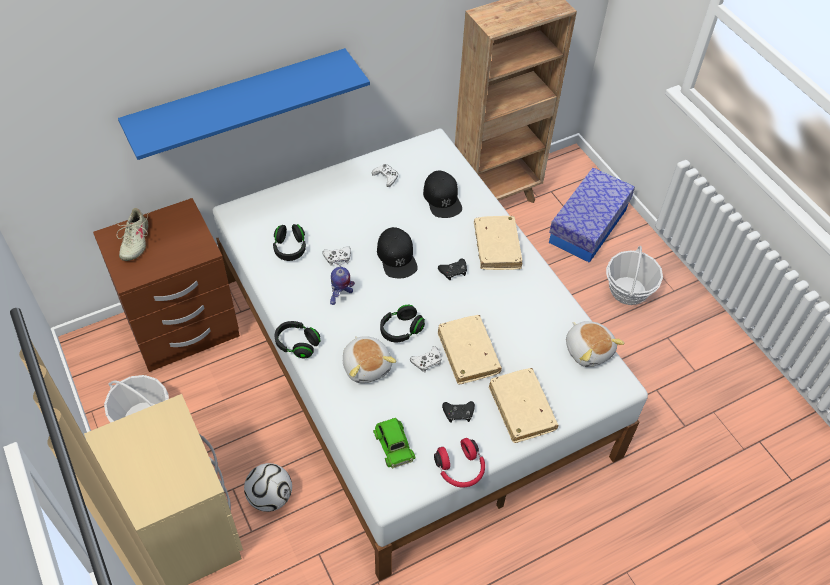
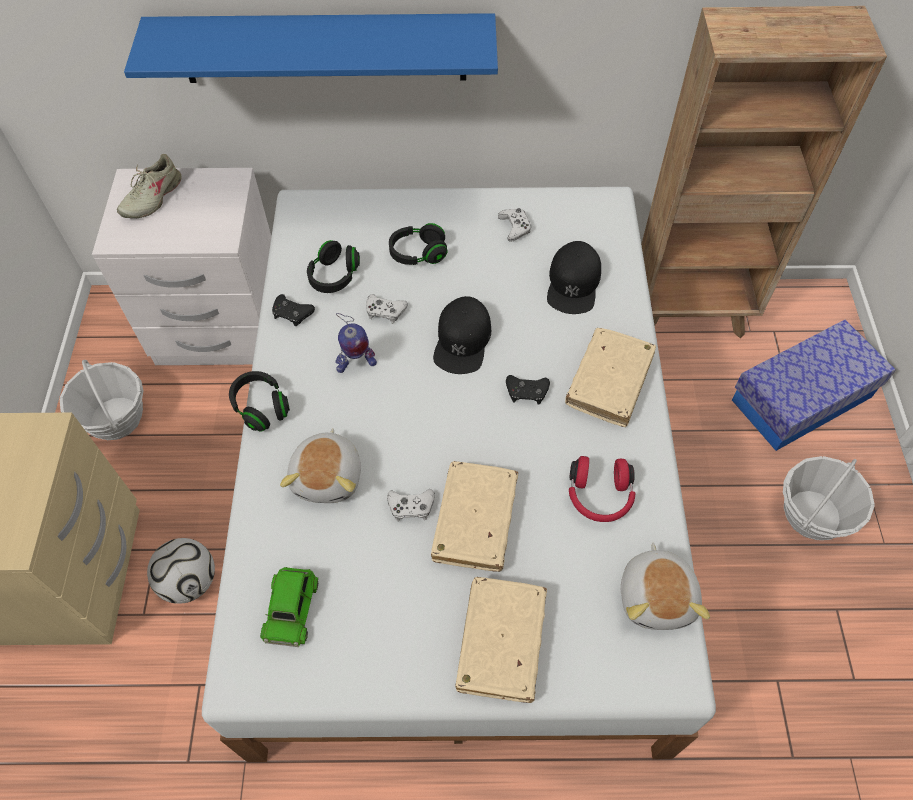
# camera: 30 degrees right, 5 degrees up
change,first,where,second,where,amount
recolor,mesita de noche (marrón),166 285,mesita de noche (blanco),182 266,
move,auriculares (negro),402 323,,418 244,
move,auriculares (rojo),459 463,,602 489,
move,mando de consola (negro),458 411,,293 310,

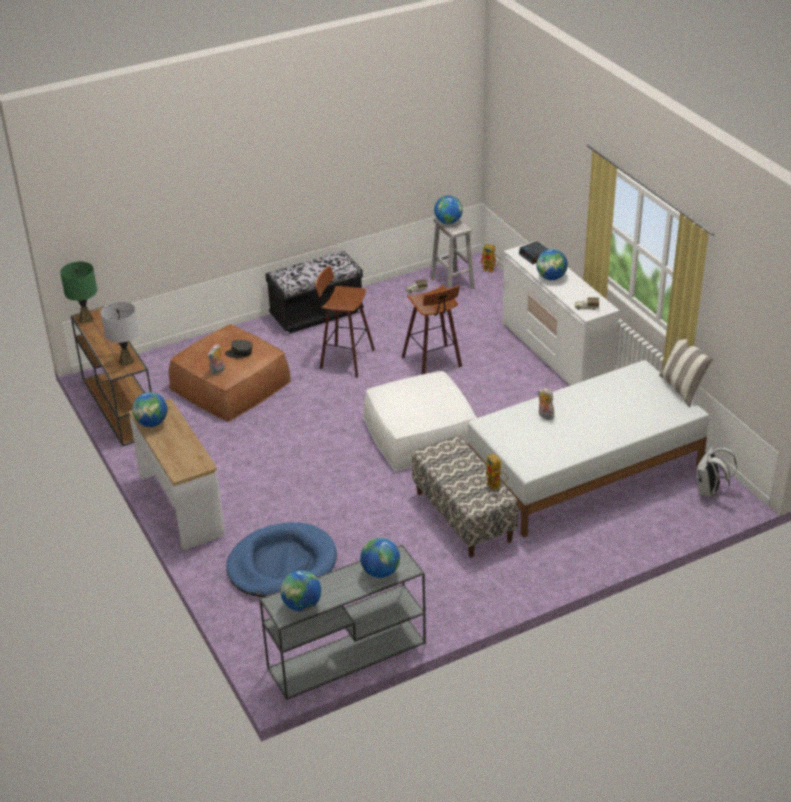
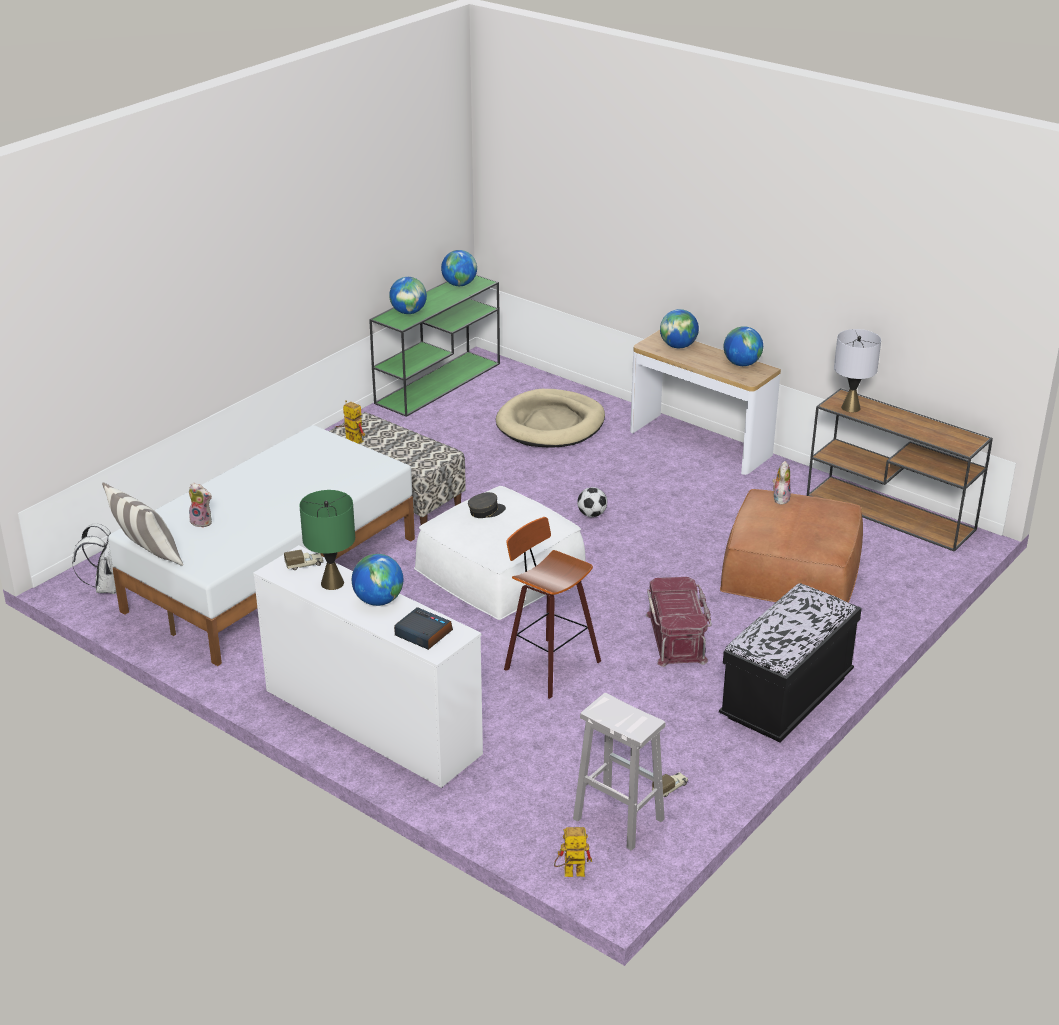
# camera: 155 degrees right, 5 degrees down
change,first,where,second,where,amount
move,lámpara de mesa (verde),78 292,,327 540,
move,gorra (gris),239 349,,487 505,
recolor,cama para perro (azul),281 560,cama para perro (beis),550 418,
recolor,mesa consola (gris),342 622,mesa consola (verde),434 346,
replace,taburete,345 322,caja de almacenaje (rojo),678 622,
move,globo terráqueo,448 209,,679 328,
move,peluche,545 404,,200 505,
insert,,,balón de fútbol,592 502,

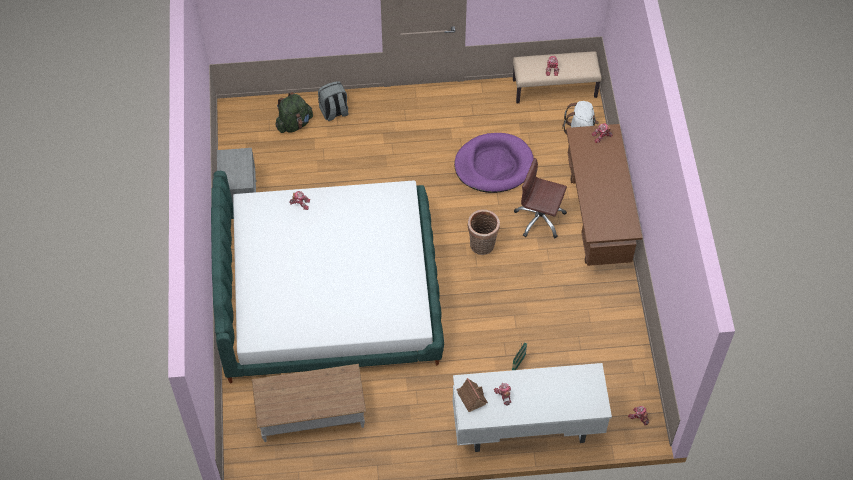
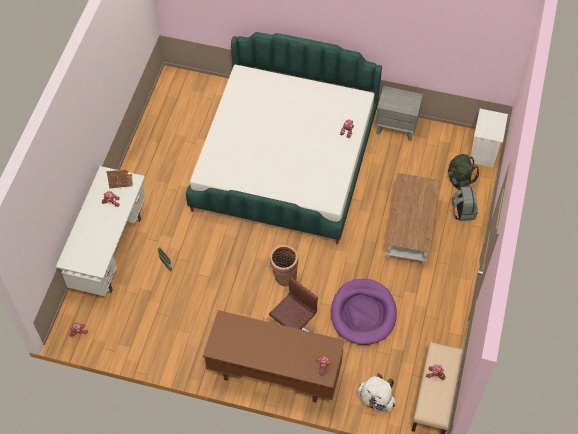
# camera: 110 degrees right, 0 degrees up
change,first,where,second,where,amount
move,mesa de centro (marrón),309 403,,413 220,
insert,,,mesita de noche (blanco),489 138,

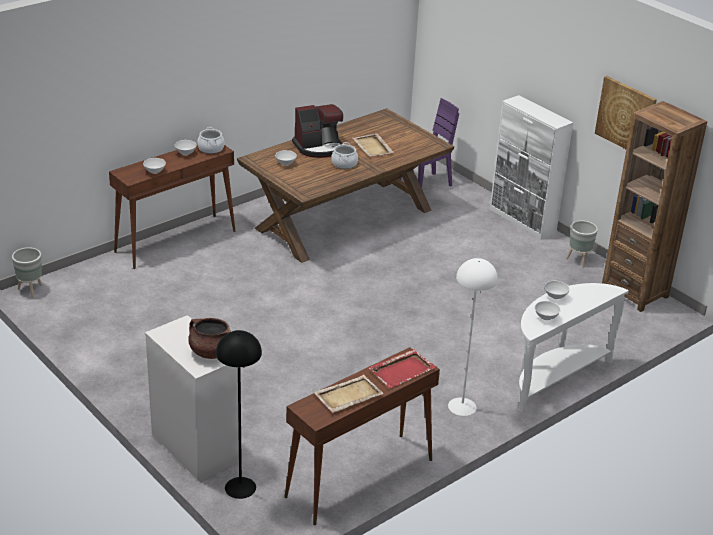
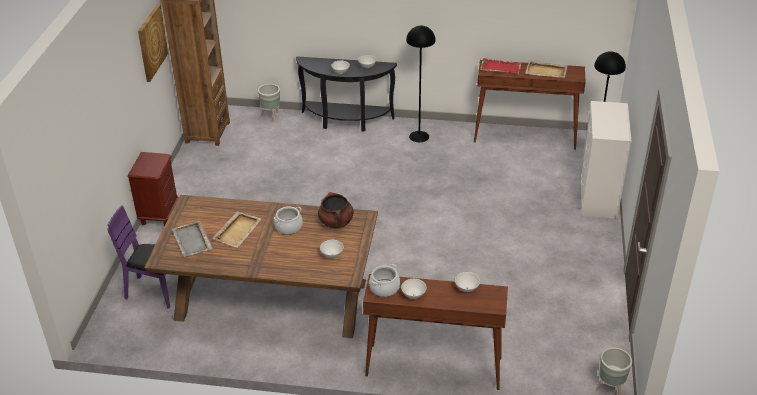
# camera: 130 degrees left, 5 degrees up
change,first,where,second,where,amount
move,olla (marrón),209 338,,336 210,
delete,cafetera,317 131,,,
recolor,lámpara de pie (blanco),473 337,lámpara de pie (negro),421 84,
replace,armario (blanco),531 167,mesita de noche (marrón),153 189,
recolor,mesa consola (blanco),573 347,mesa consola (negro),346 94,
move,maceta (gris),582 244,,269 103,
insert,,,bandeja (gris),192 238,

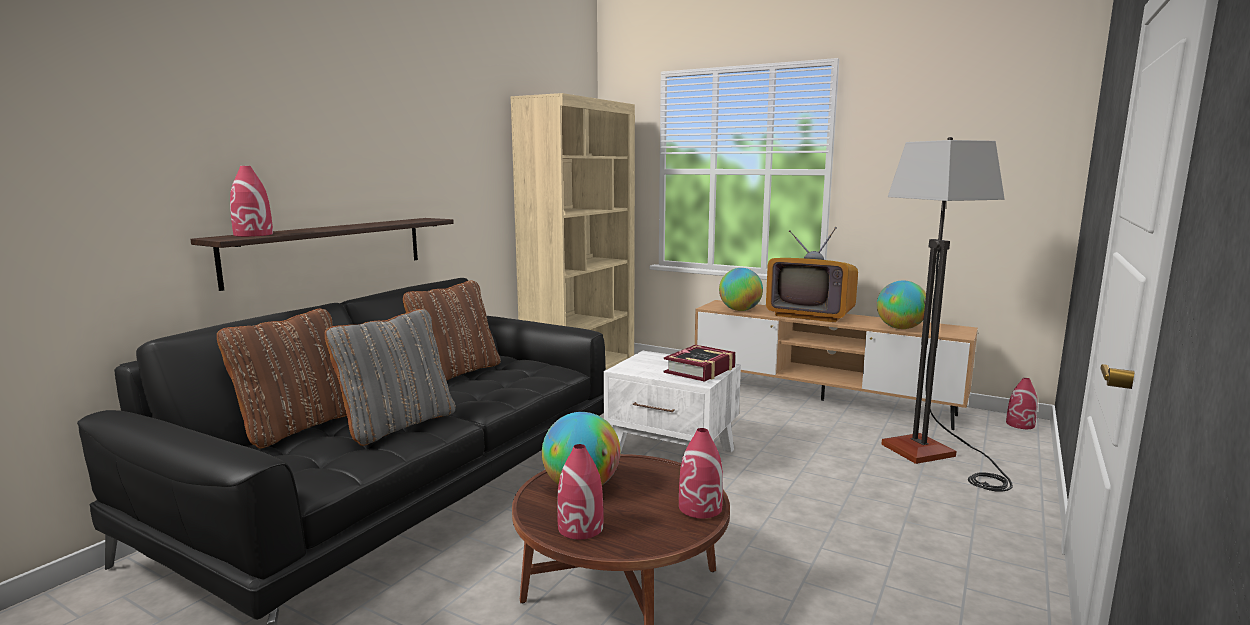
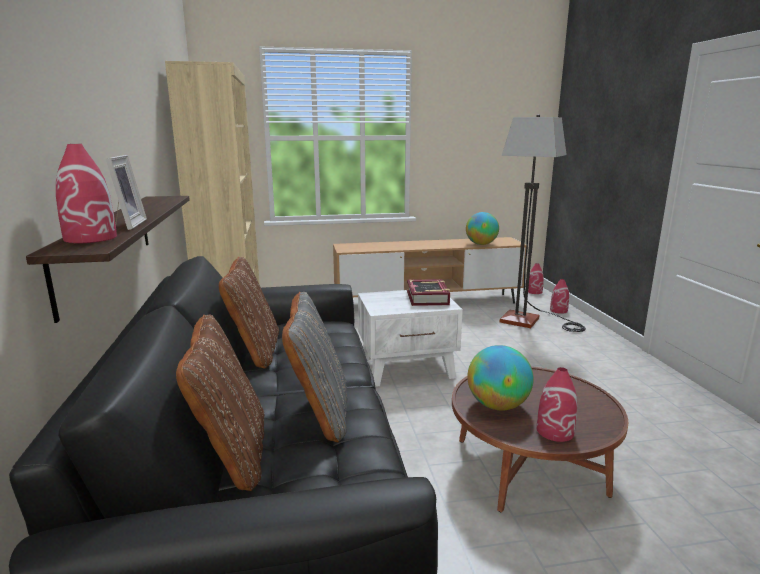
# camera: 40 degrees left, 5 degrees up
change,first,where,second,where,amount
move,florero (rojo),701 473,,559 296,
delete,globo terráqueo,741 289,,,
delete,televisor,812 274,,,
insert,,,portarretratos,126 192,

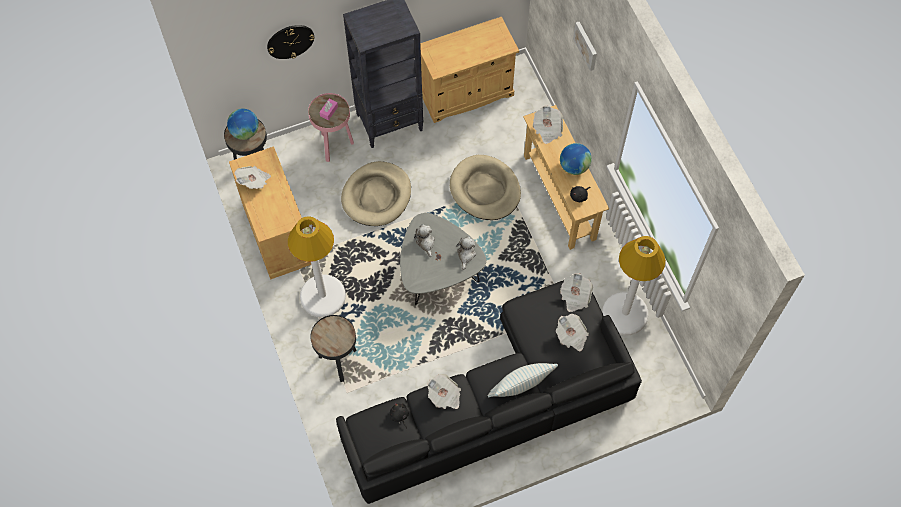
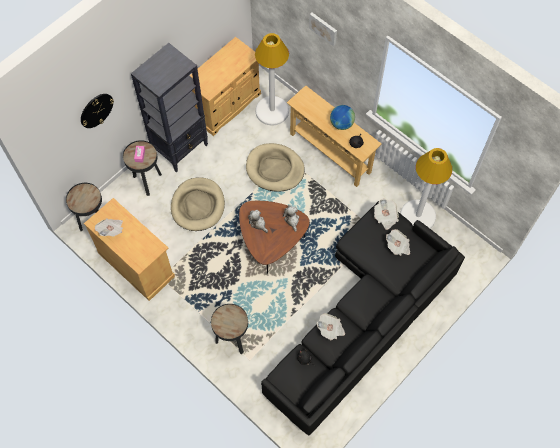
# camera: 25 degrees left, 0 degrees up
change,first,where,second,where,amount
delete,globo terráqueo,243 124,,,
move,lámpara de pie (blanco),317 266,,272 79,
recolor,mesa auxiliar (rosa),331 127,mesa auxiliar (negro),142 168,
recolor,mesa de centro (gris),443 259,mesa de centro (marrón),274 237,
delete,cojín,522 380,,,
delete,periódico,548 124,,,

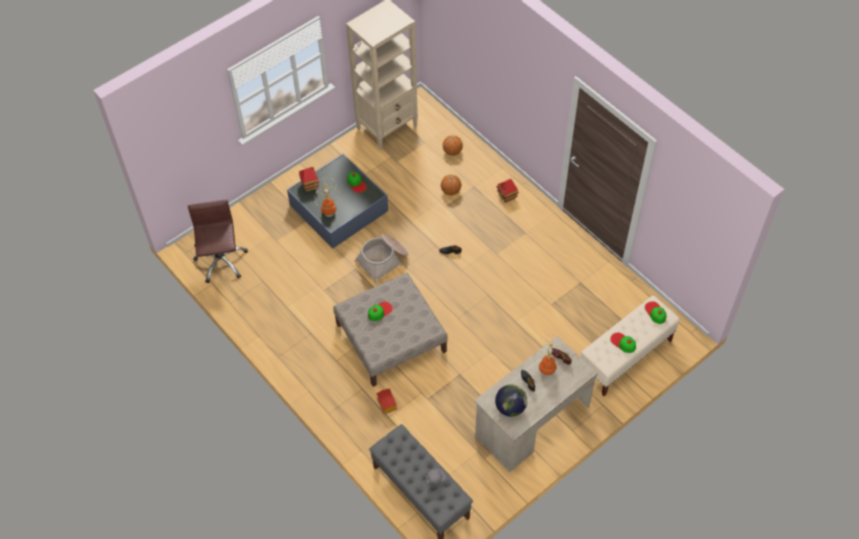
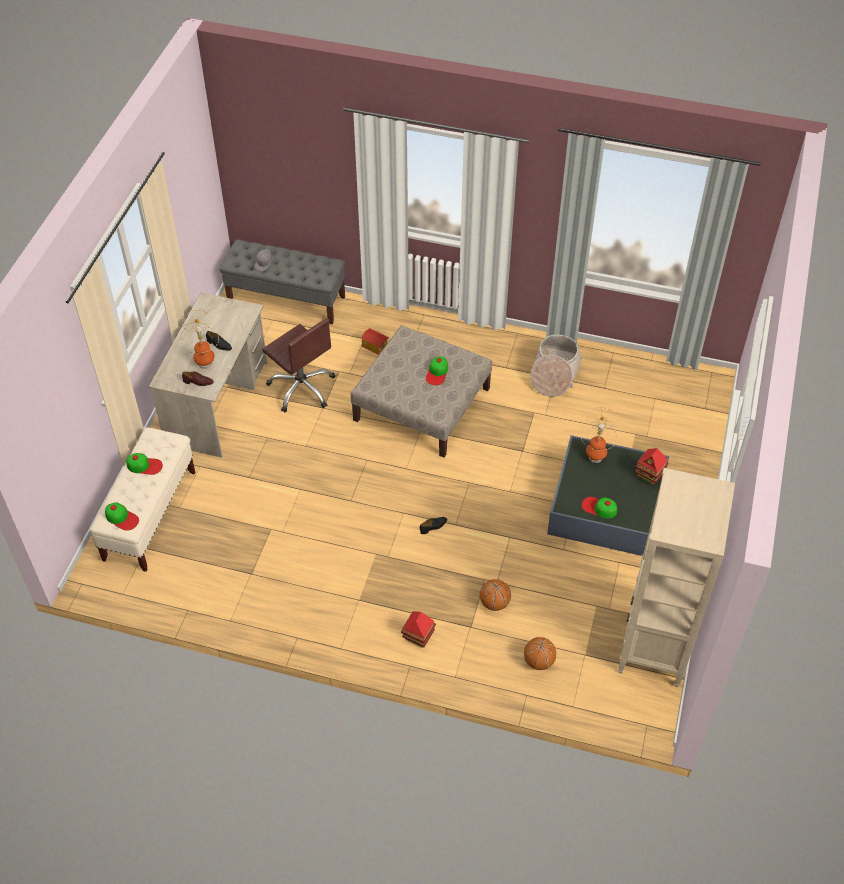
# camera: 145 degrees right, 5 degrees down
change,first,where,second,where,amount
move,silla de oficina (marrón),218 241,,298 365,
move,cesta,381 258,,556 365,
delete,globo terráqueo,511 401,,,

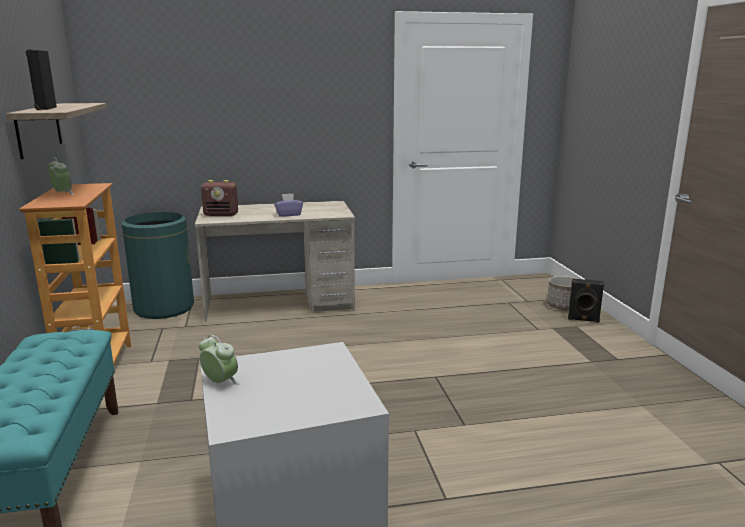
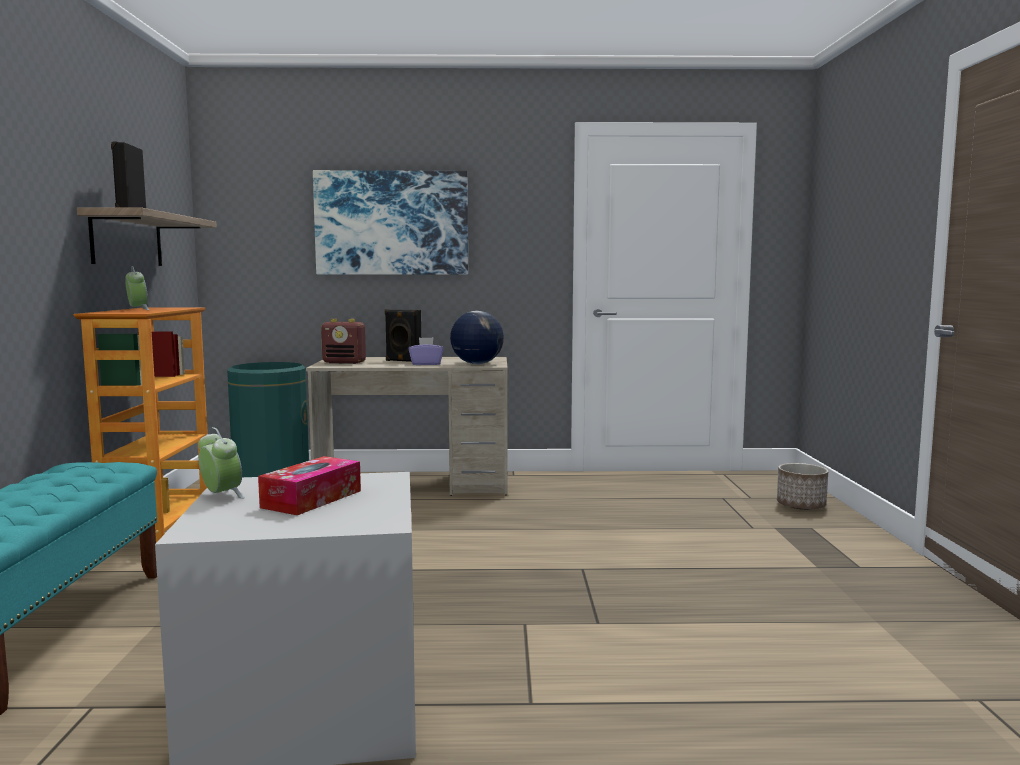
# camera: 10 degrees right, 10 degrees down
change,first,where,second,where,amount
move,altavoz (negro),586 300,,403 335,
insert,,,caja de pañuelos,309 485,
insert,,,cuadro,390 222,
insert,,,globo terráqueo,477 337,

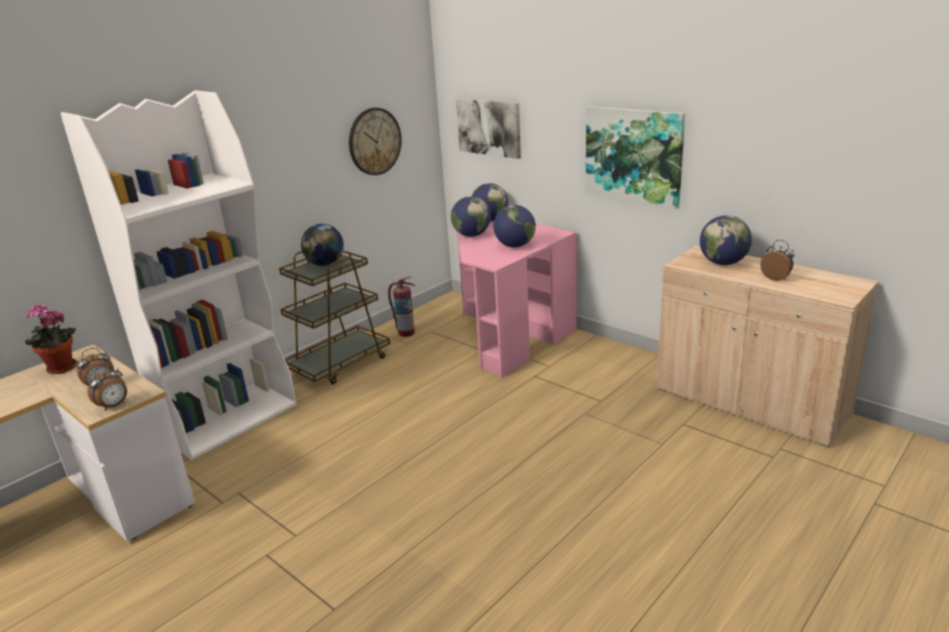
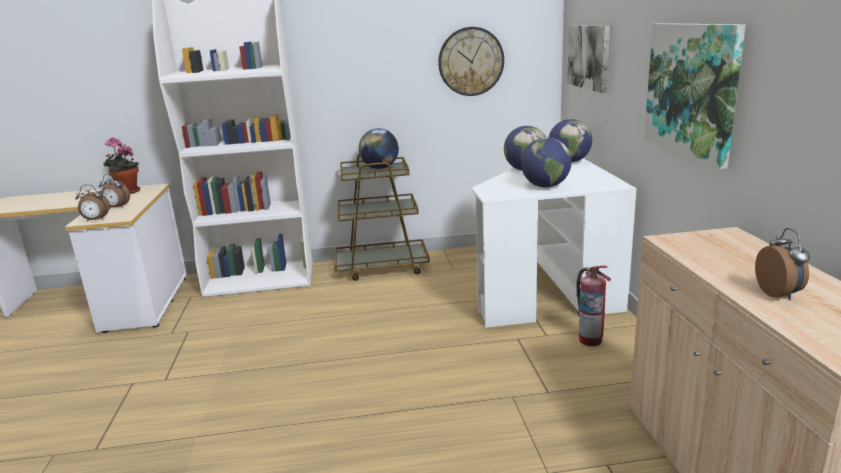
# camera: 40 degrees right, 5 degrees down
change,first,where,second,where,amount
move,extintor,401 307,,593 306,
recolor,escritorio (rosa),517 299,escritorio (blanco),554 243,
delete,globo terráqueo,726 240,,,

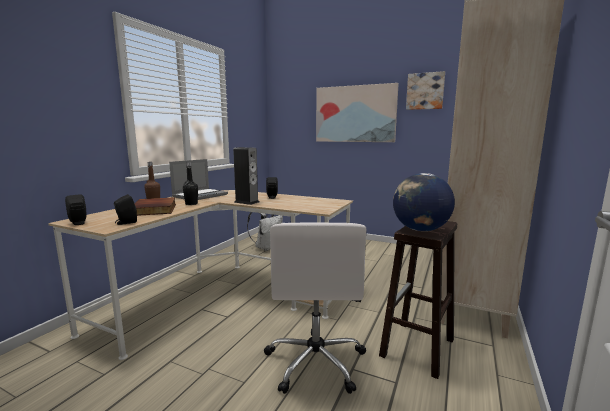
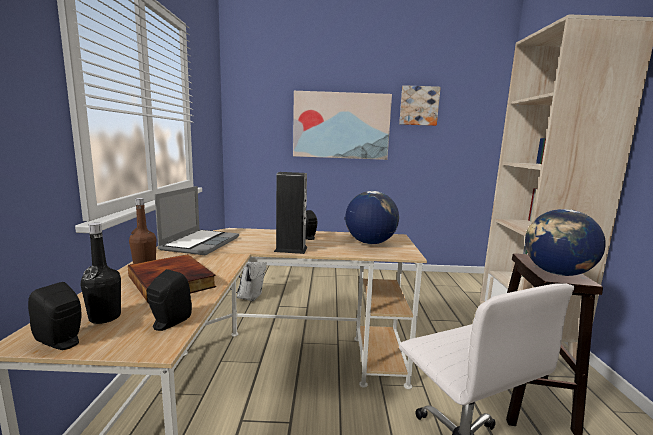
# camera: 25 degrees left, 0 degrees up
change,first,where,second,where,amount
move,botella (negro),190 183,,100 273,
insert,,,globo terráqueo,372 217,

